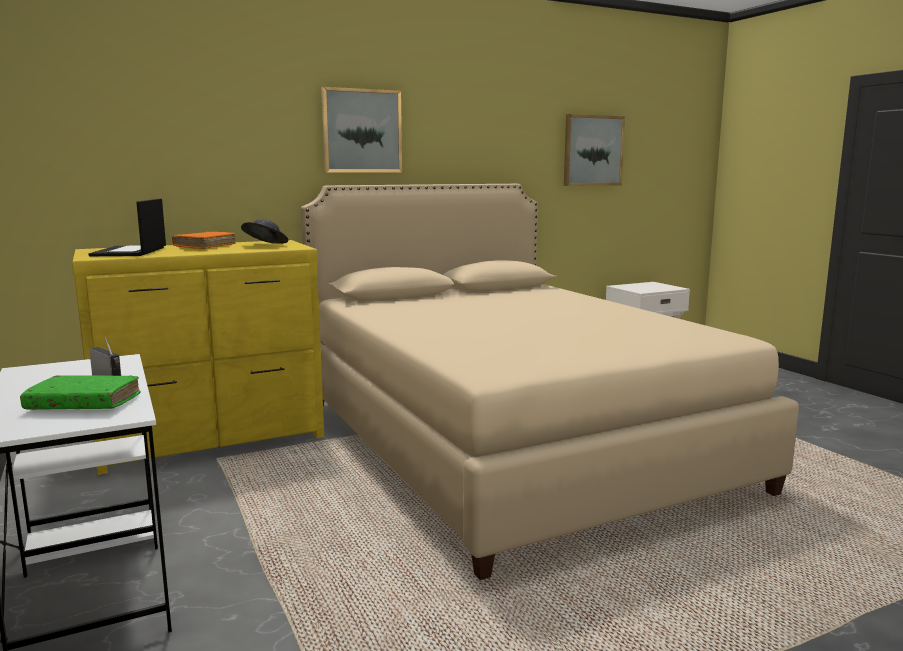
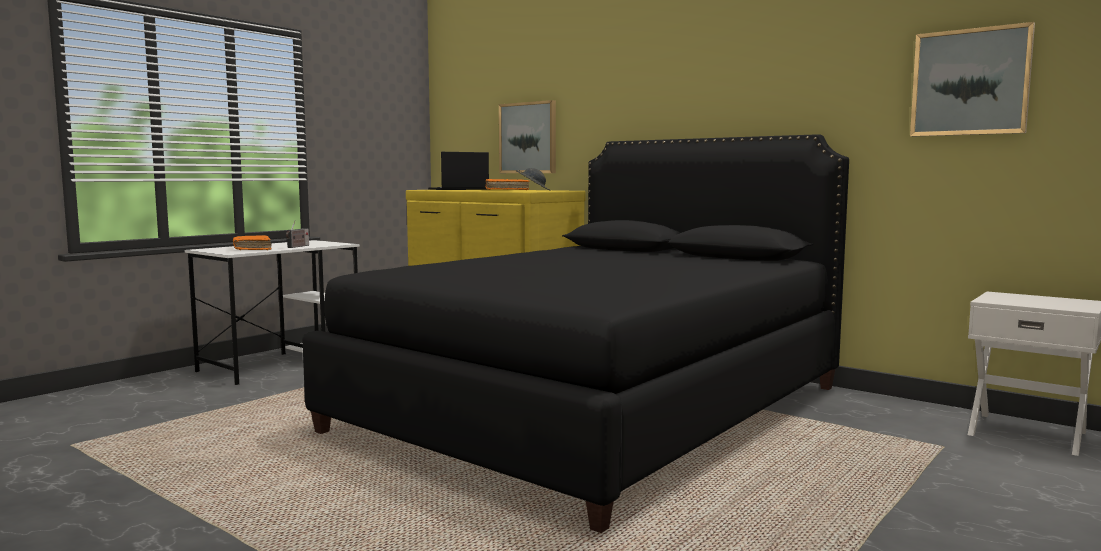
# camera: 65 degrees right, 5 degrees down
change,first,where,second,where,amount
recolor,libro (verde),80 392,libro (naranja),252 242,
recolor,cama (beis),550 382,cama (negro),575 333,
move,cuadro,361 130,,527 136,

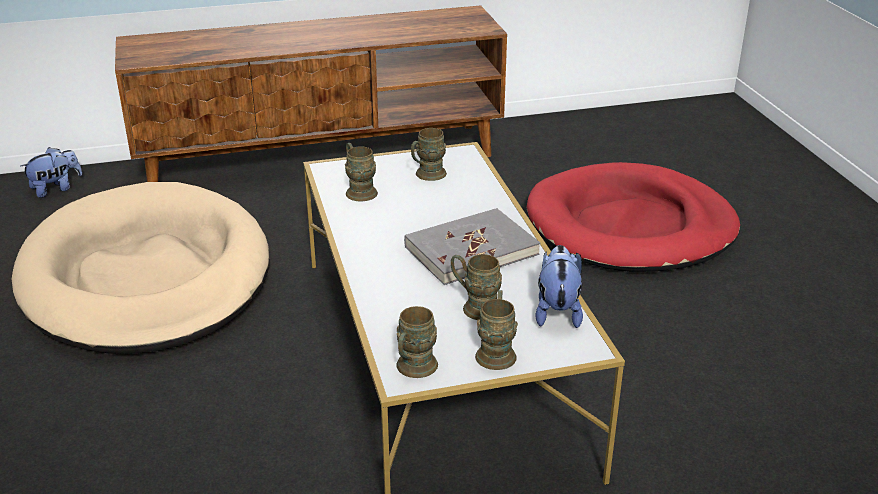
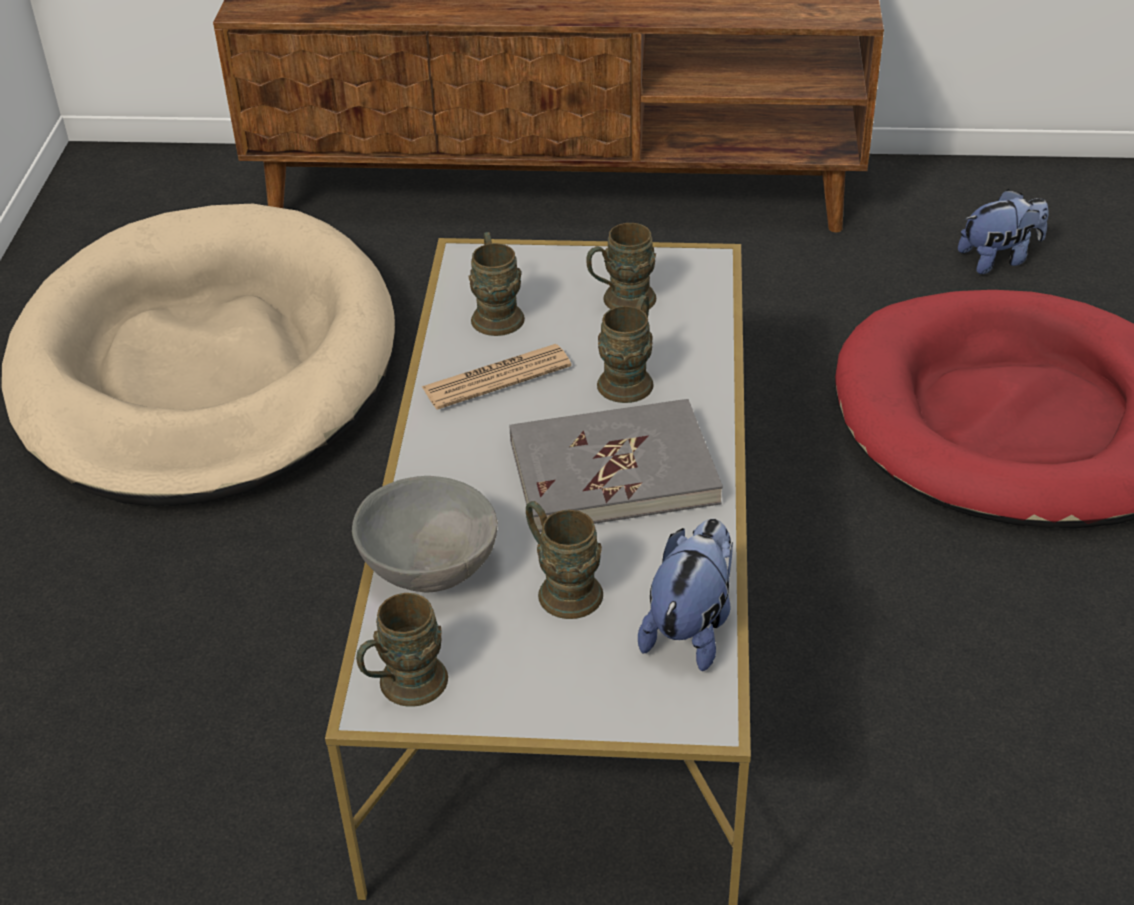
# camera: 20 degrees right, 10 degrees up
change,first,where,second,where,amount
move,peluche,51 172,,1003 231,
move,taza grande (marrón),496 330,,625 349,
insert,,,cuenco (gris),425 534,
insert,,,periódico,496 376,

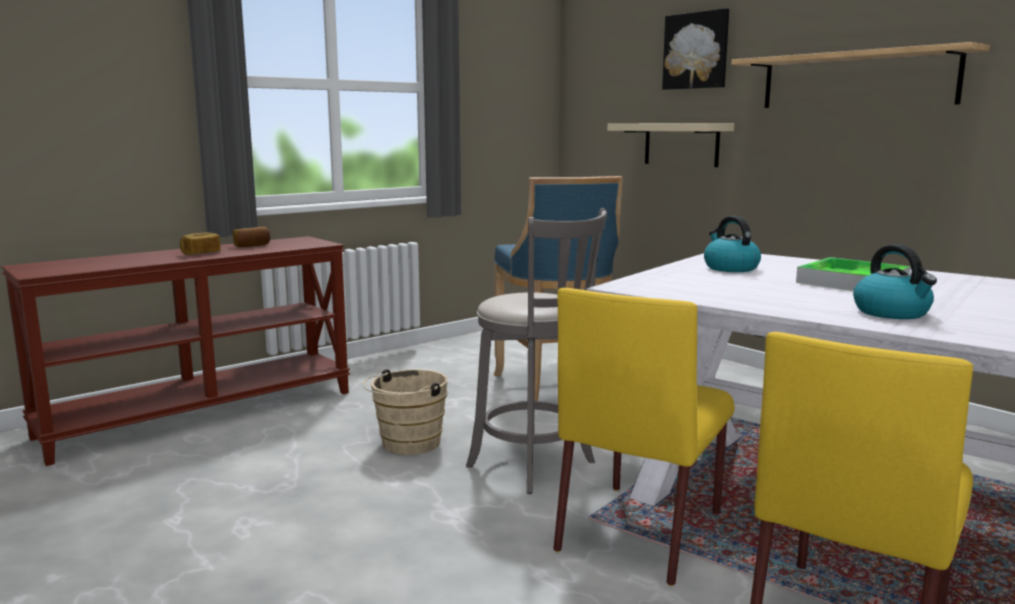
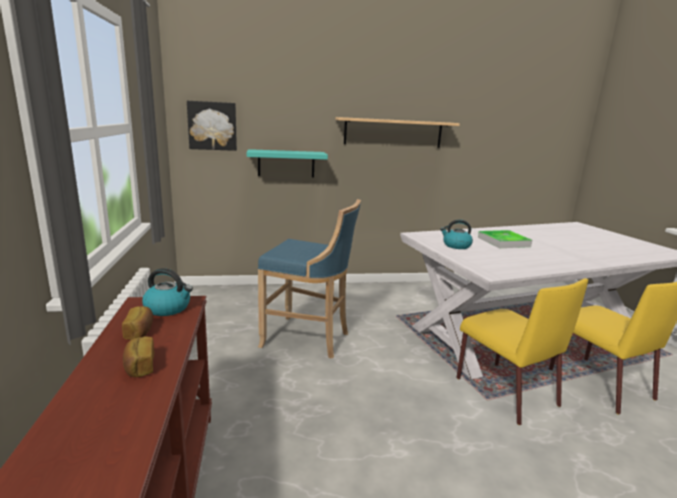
# camera: 60 degrees left, 5 degrees up
change,first,where,second,where,amount
delete,cubo (beis),405 412,,,
delete,taburete (gris),536 351,,,
recolor,estante (beis),670 145,estante (turquesa),287 163,
move,cuadro,695 49,,212 126,
move,hervidor,895 281,,167 292,

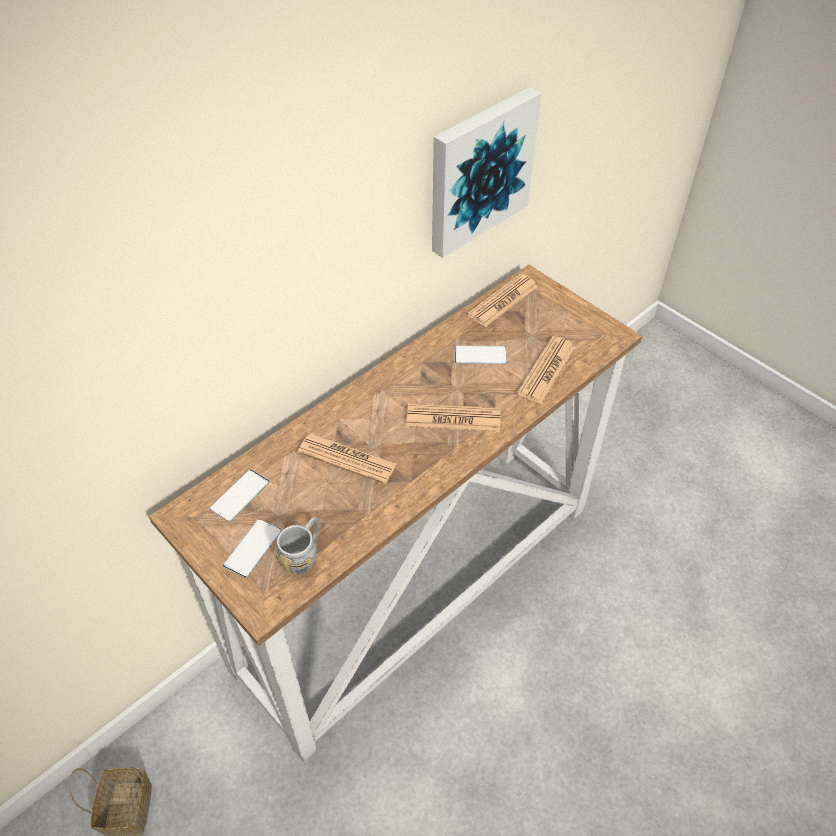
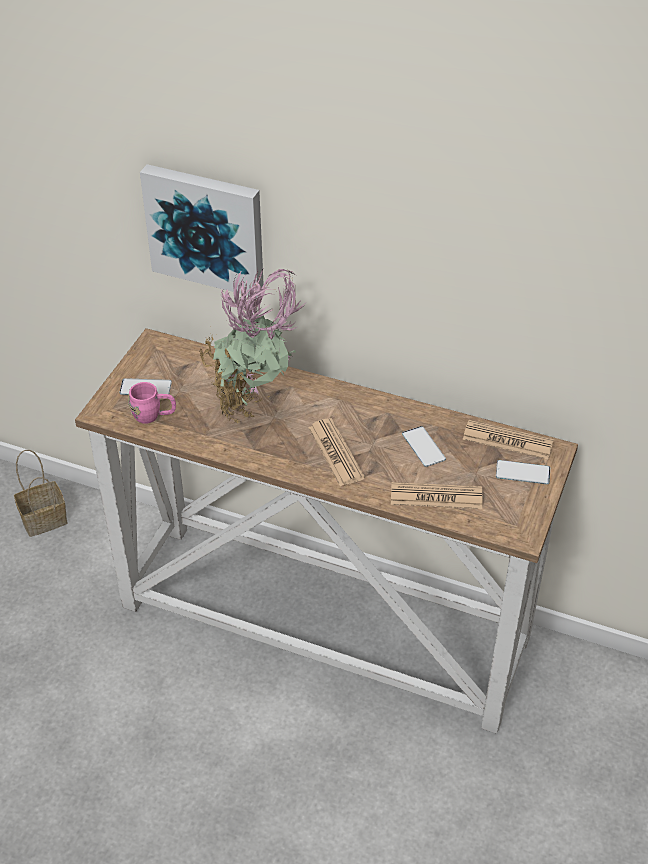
# camera: 65 degrees right, 5 degrees down
change,first,where,second,where,amount
move,móvil,239 495,,523 472,
recolor,taza grande (gris),298 545,taza grande (rosa),152 403,
replace,periódico,347 459,planta en maceta,252 346,
move,cuadro,486 172,,202 231,

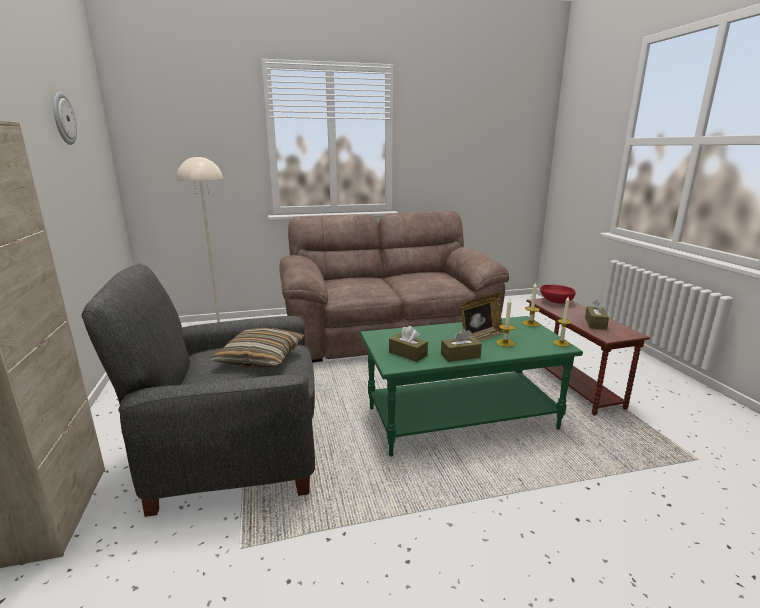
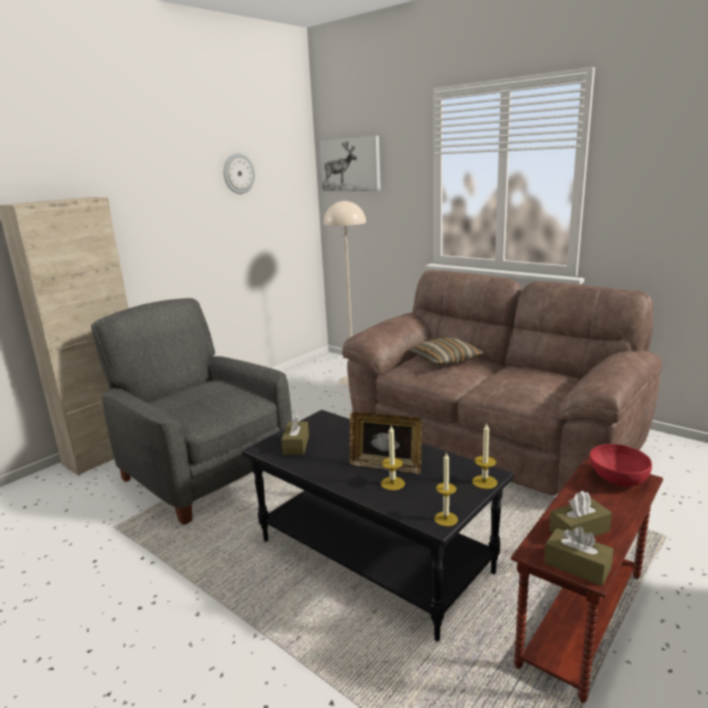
# camera: 55 degrees right, 0 degrees up
change,first,where,second,where,amount
move,cojín,257 348,,446 351,
recolor,mesa de centro (verde),471 386,mesa de centro (negro),378 526,
move,caja de pañuelos (marrón),461 345,,579 556,
insert,,,cuadro,350 163,

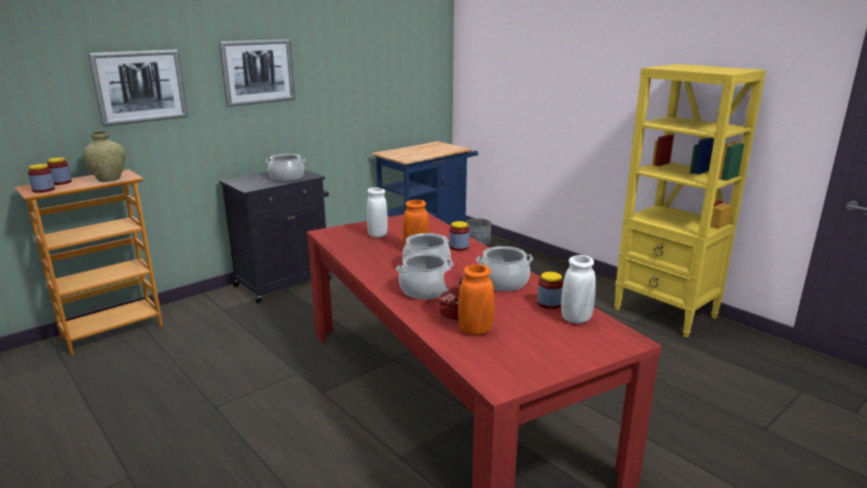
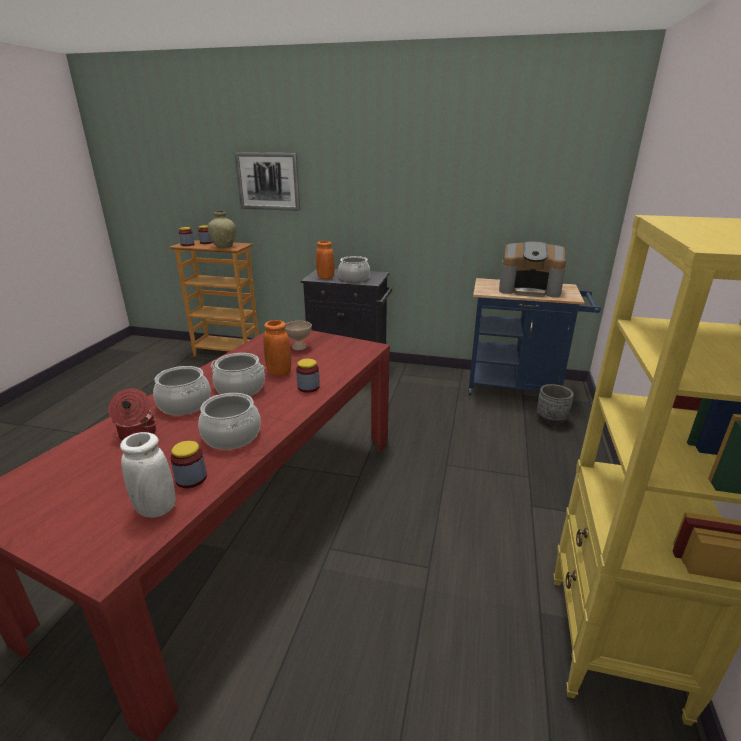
# camera: 55 degrees right, 5 degrees up
change,first,where,second,where,amount
delete,cuadro,257 73,,,
replace,florero (blanco),377 212,cuenco (beis),298 336,
move,florero (naranja),476 300,,325 260,
insert,,,cafetera,532 269,

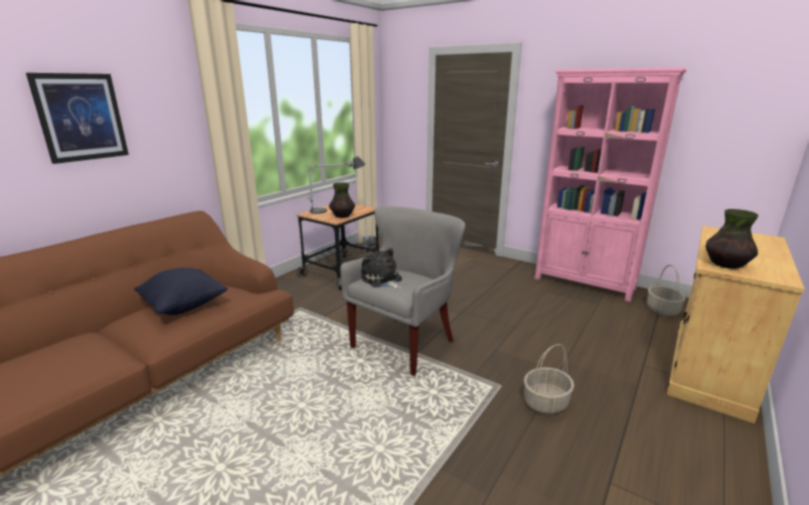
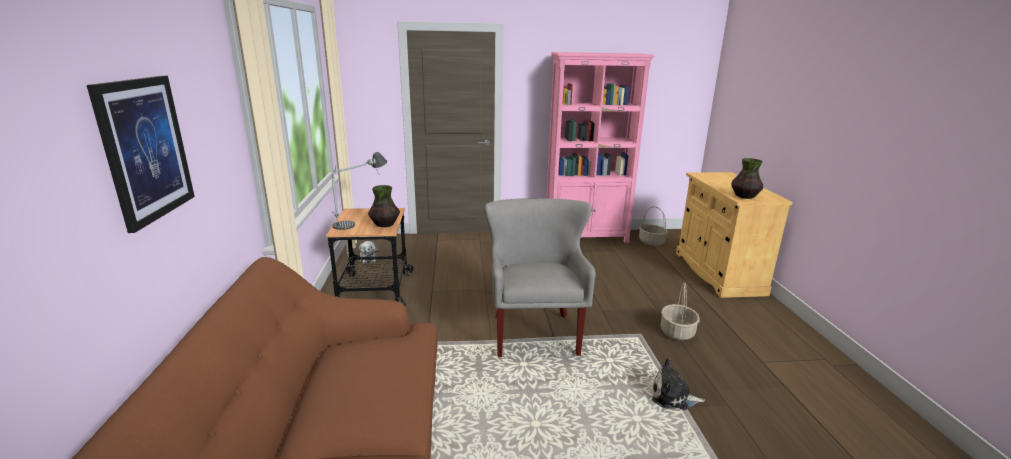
# camera: 40 degrees left, 0 degrees up
change,first,where,second,where,amount
delete,cojín (negro),181 291,,,
move,peluche,381 268,,678 384,

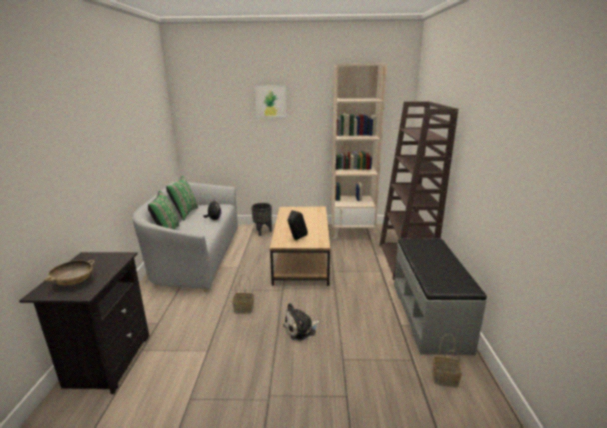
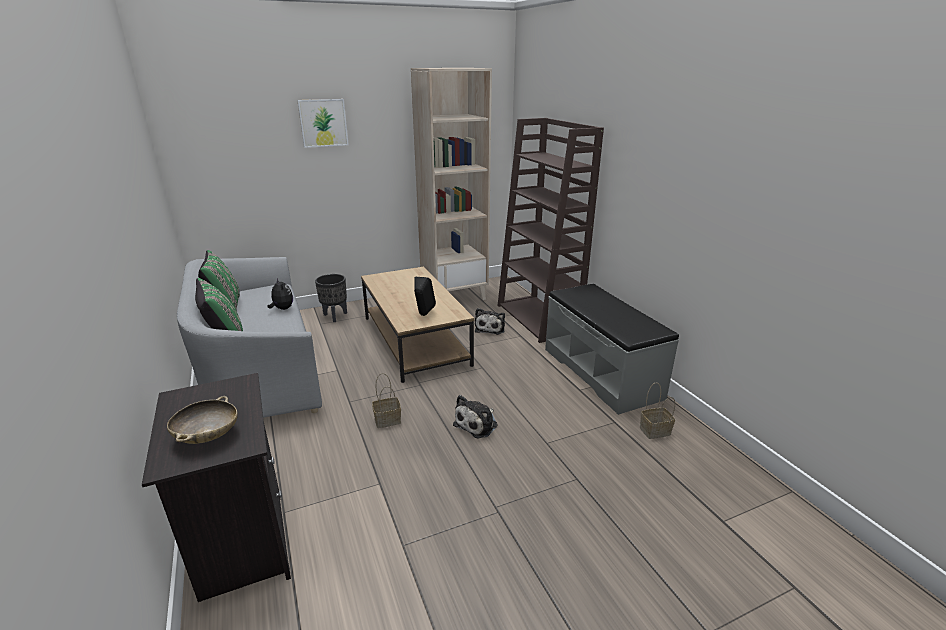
# camera: 25 degrees left, 5 degrees up
change,first,where,second,where,amount
insert,,,peluche,490 321,

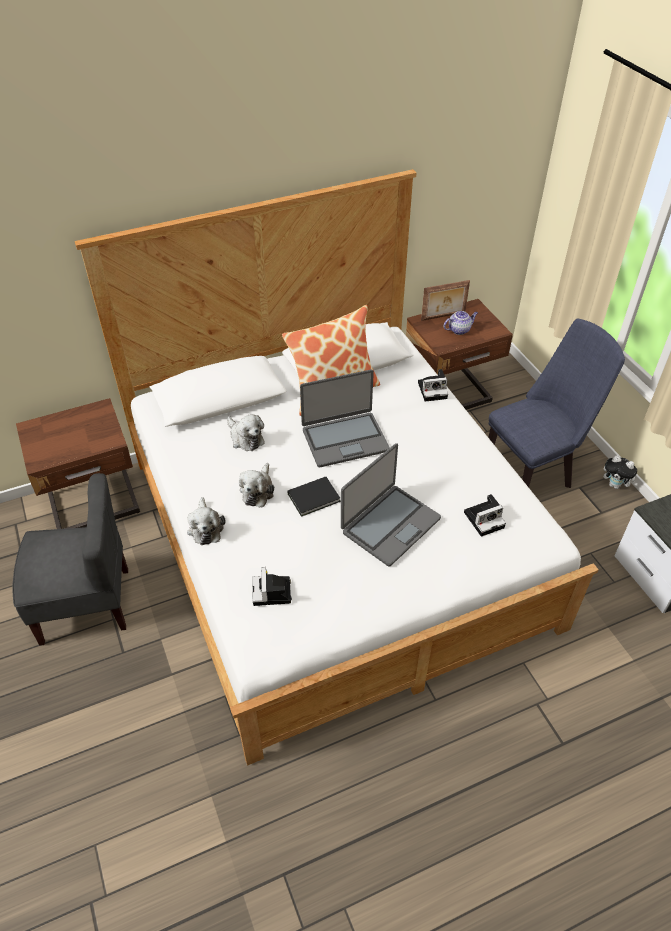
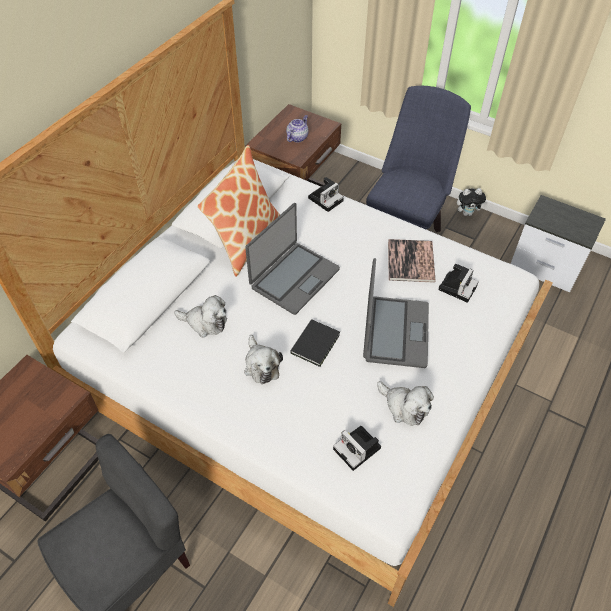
# camera: 35 degrees left, 5 degrees up
change,first,where,second,where,amount
move,peluche,206 521,,405 403,
delete,portarretratos,445 300,,,
insert,,,libro,412 261,

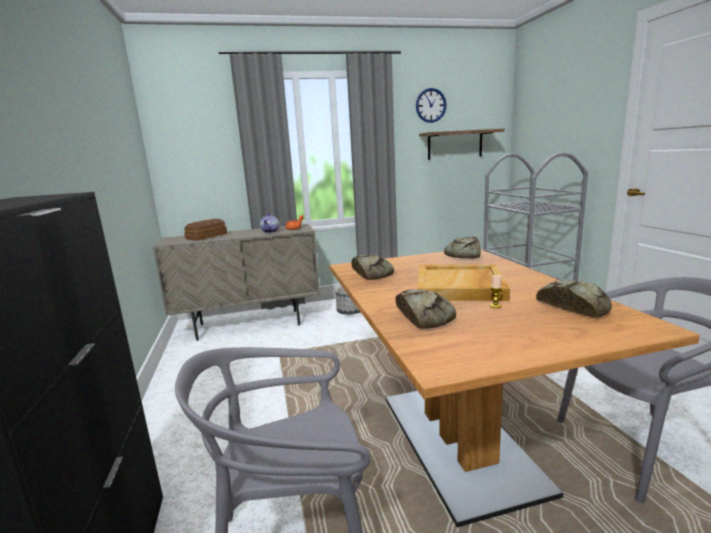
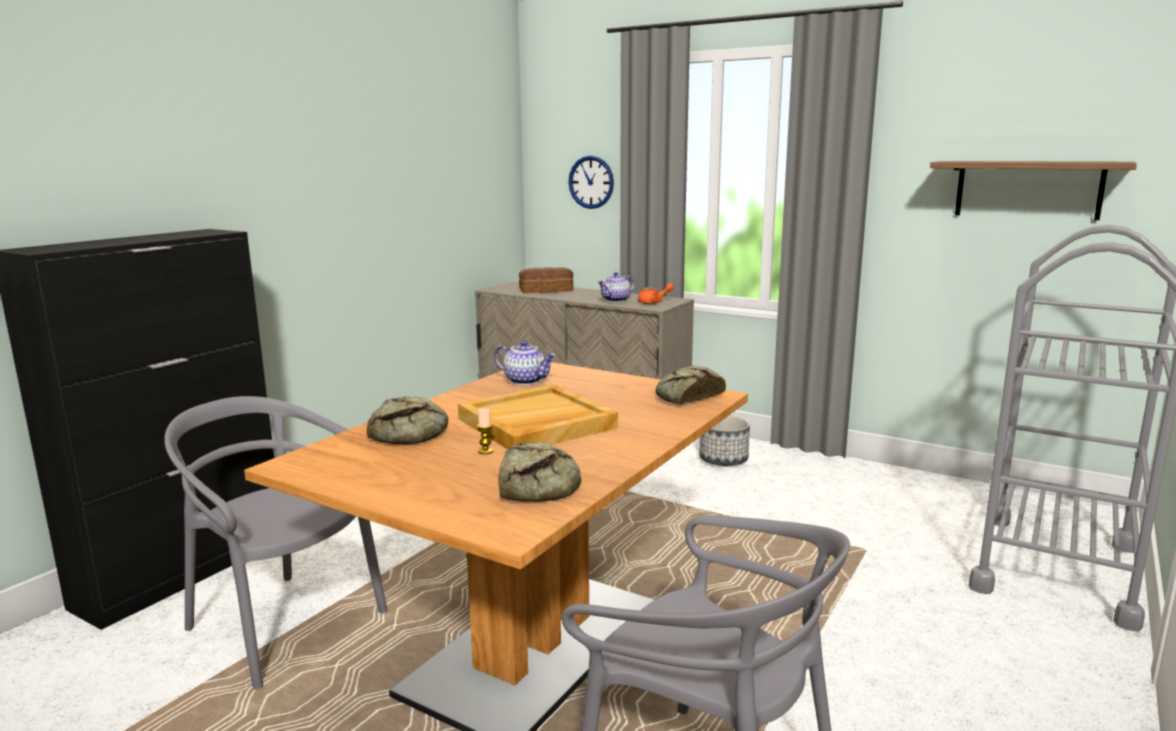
# camera: 45 degrees right, 0 degrees up
change,first,where,second,where,amount
replace,pan,372 267,tetera,525 362,
move,reloj de pared,431 105,,591 182,

